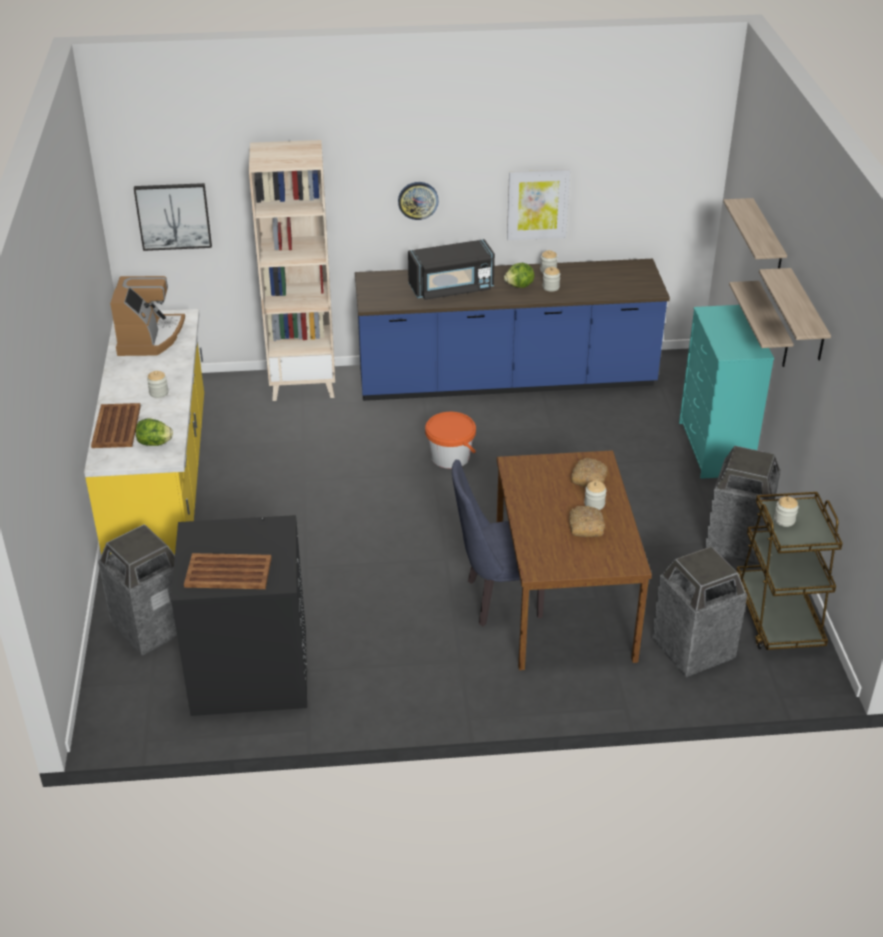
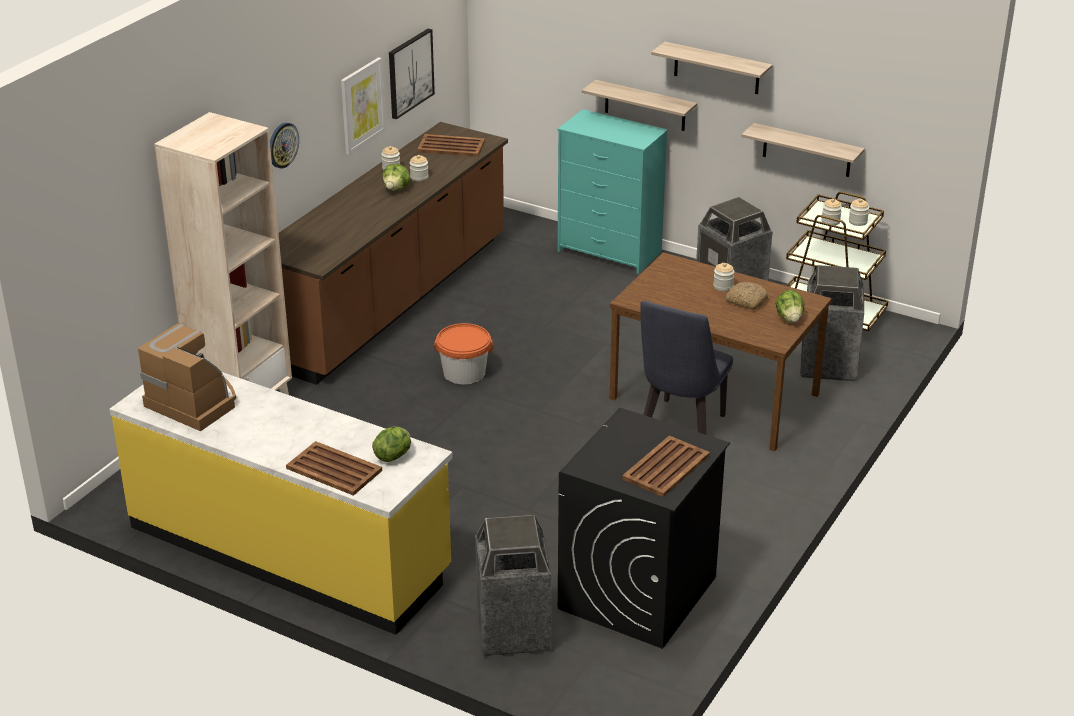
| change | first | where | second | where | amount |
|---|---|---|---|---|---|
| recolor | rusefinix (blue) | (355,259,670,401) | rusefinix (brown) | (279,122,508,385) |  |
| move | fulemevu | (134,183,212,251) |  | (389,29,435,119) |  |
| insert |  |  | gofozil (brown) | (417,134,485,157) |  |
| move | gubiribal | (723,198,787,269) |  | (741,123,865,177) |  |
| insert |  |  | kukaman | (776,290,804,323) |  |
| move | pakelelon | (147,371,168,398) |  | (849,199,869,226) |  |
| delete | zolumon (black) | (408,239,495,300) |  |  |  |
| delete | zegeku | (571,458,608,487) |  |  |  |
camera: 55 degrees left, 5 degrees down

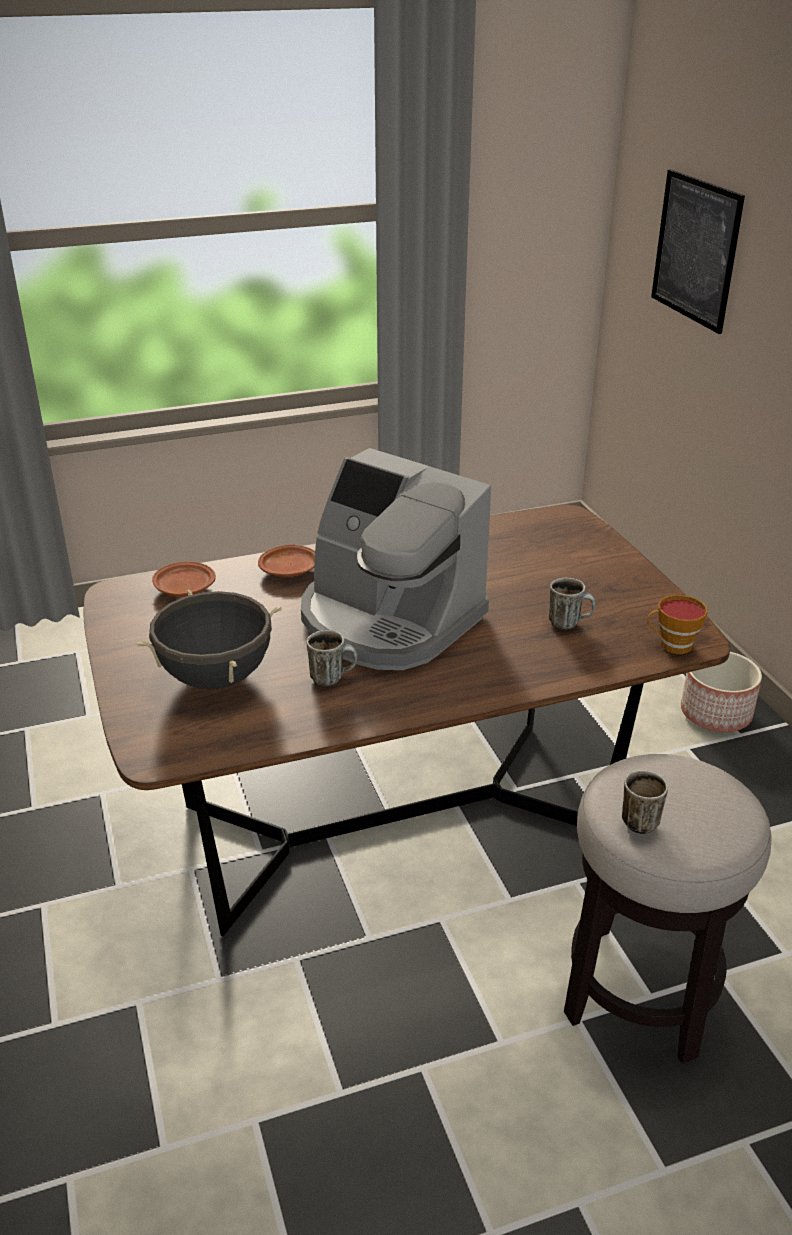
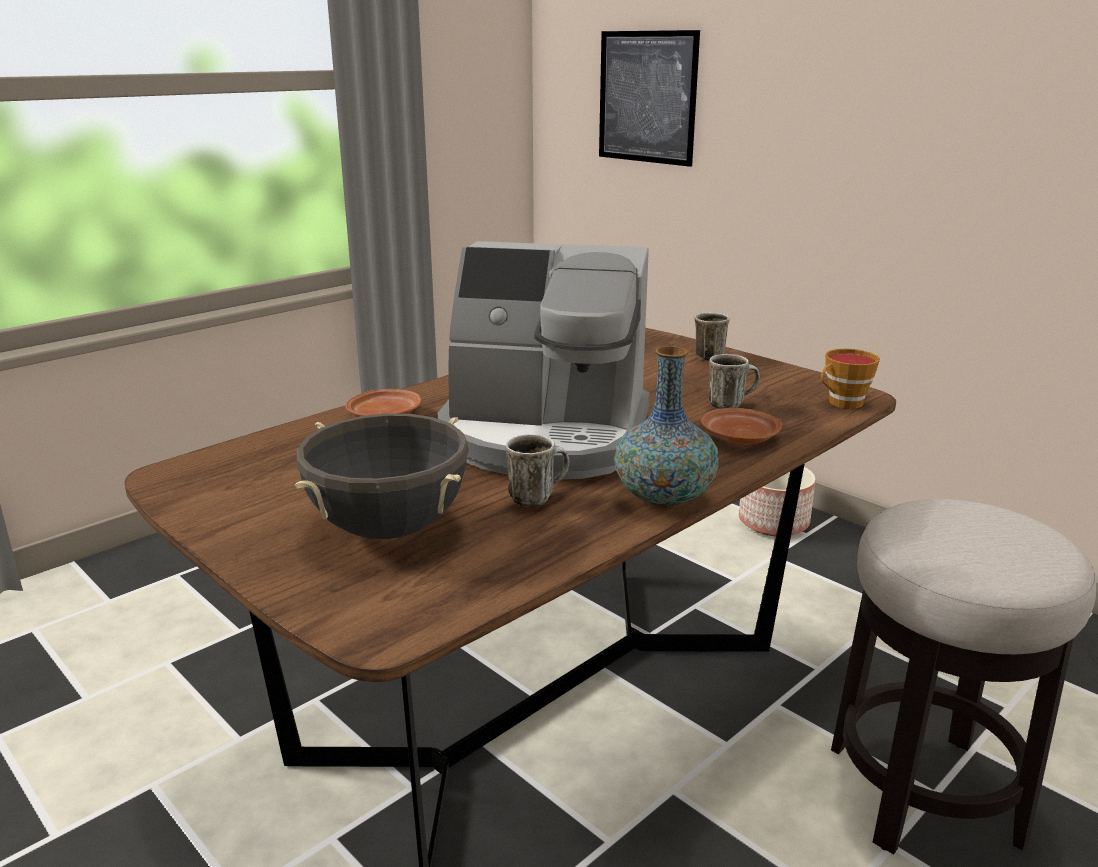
| change | first | where | second | where | amount |
|---|---|---|---|---|---|
| insert |  |  | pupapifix | (614,346,719,508) |  |
| move | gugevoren | (622,770,668,834) |  | (695,313,729,361) |  |
| move | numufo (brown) | (152,562,216,597) |  | (700,408,782,445) |  |
camera: 25 degrees left, 10 degrees down

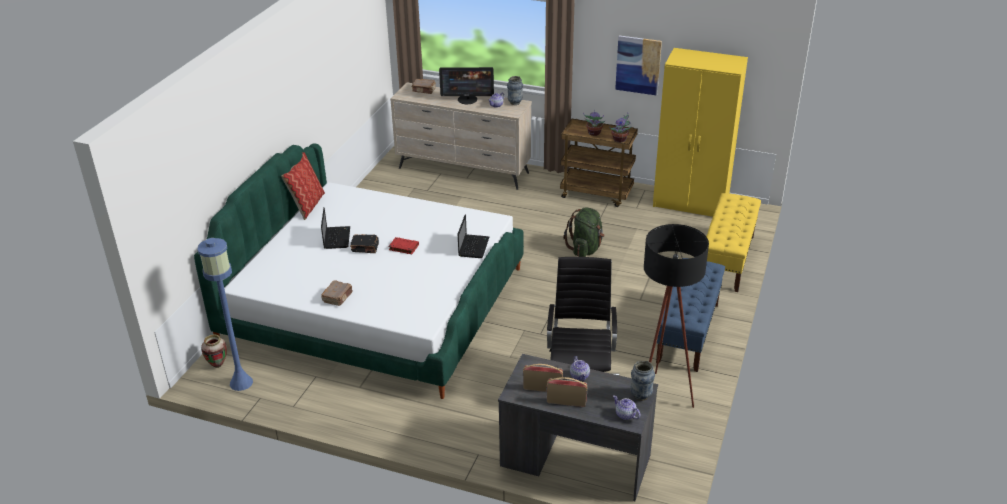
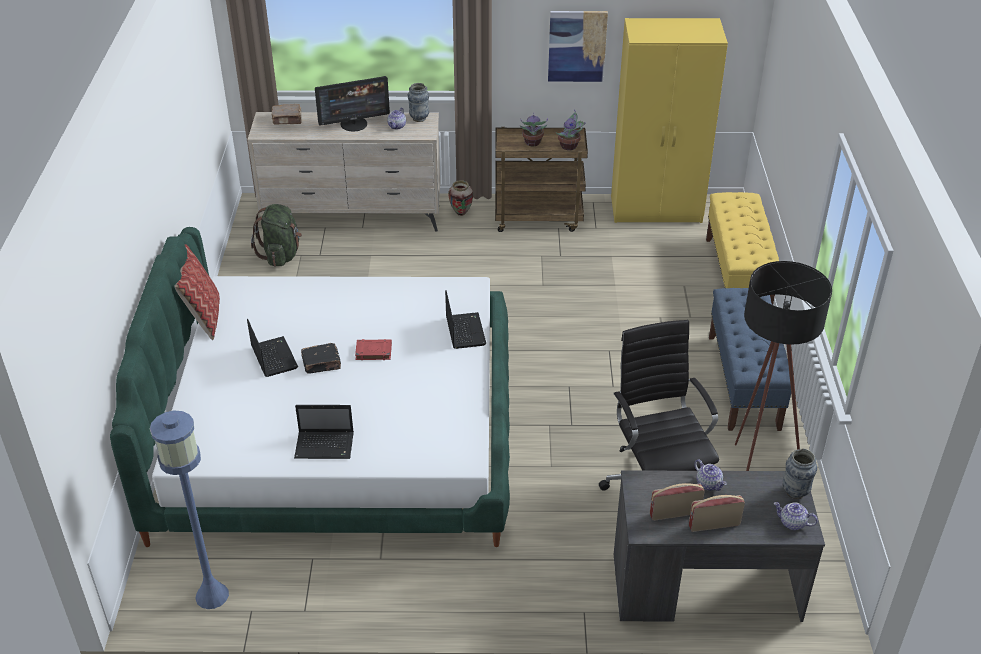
| change | first | where | second | where | amount |
|---|---|---|---|---|---|
| move | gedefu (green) | (563,208,605,257) |  | (251,204,302,267) |  |
| replace | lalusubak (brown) | (321,280,353,306) | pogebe | (294,405,354,459) |  |
| move | pupapifix | (201,335,227,368) |  | (448,180,473,216) |  |
camera: 20 degrees left, 5 degrees up

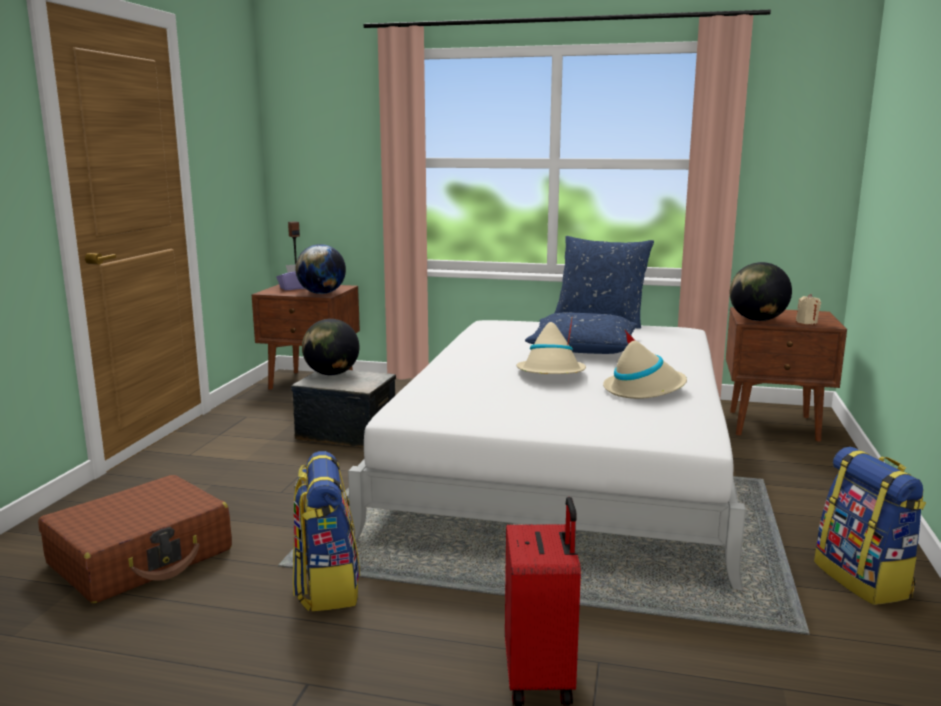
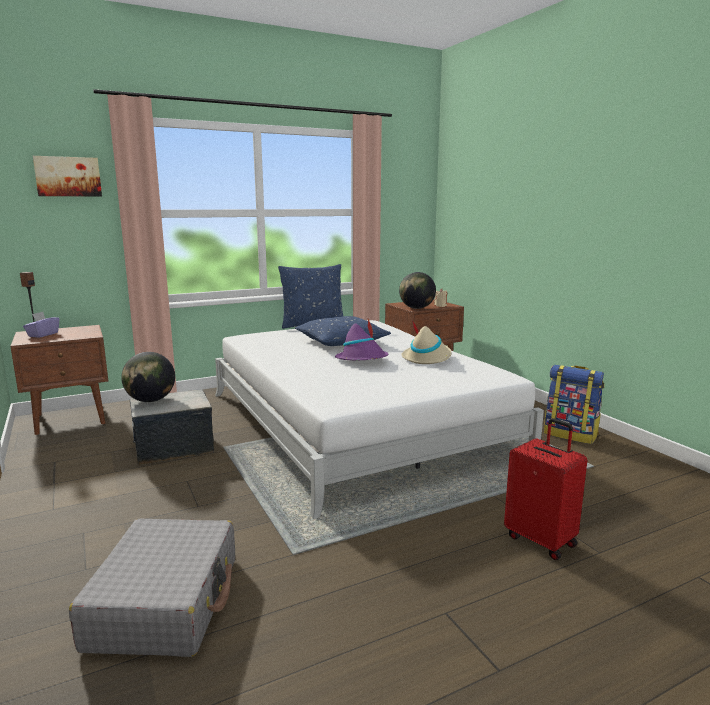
| change | first | where | second | where | amount |
|---|---|---|---|---|---|
| insert |  |  | fulemevu | (33,156,102,197) |  |
| recolor | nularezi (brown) | (38,475,232,603) | nularezi (grey) | (69,519,235,657) |  |
| recolor | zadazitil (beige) | (517,319,586,374) | zadazitil (purple) | (335,319,389,360) |  |
| delete | gedefu | (293,451,360,612) |  |  |  |
| delete | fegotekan | (295,244,346,294) |  |  |  |
camera: 40 degrees left, 0 degrees up

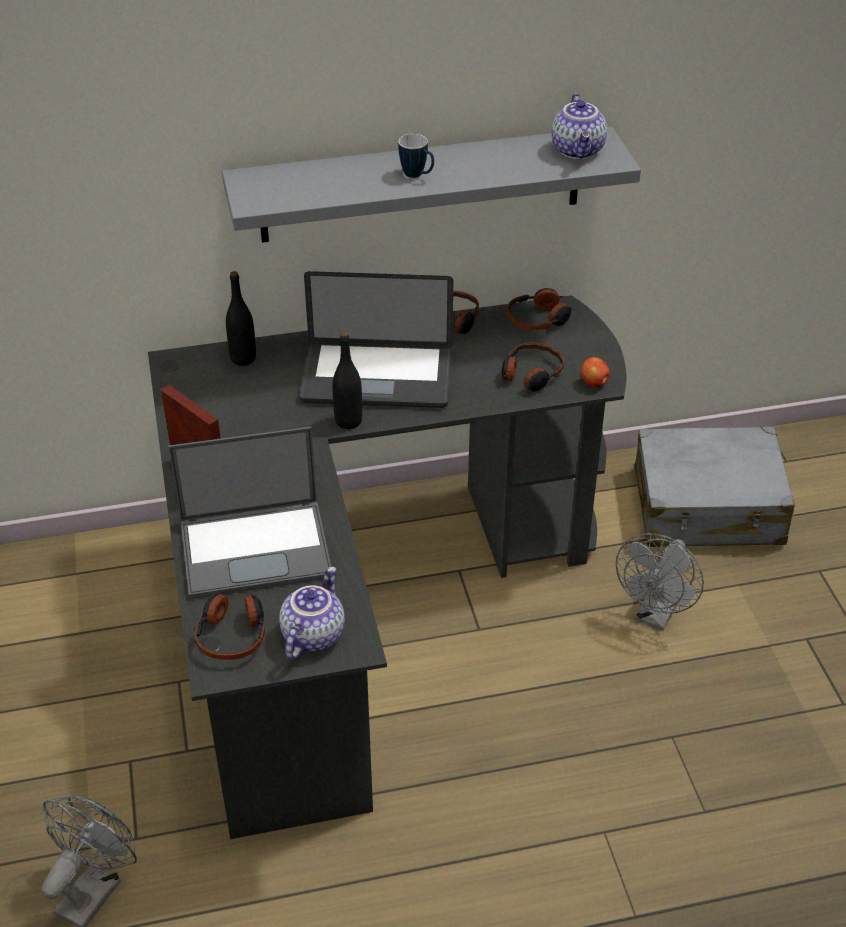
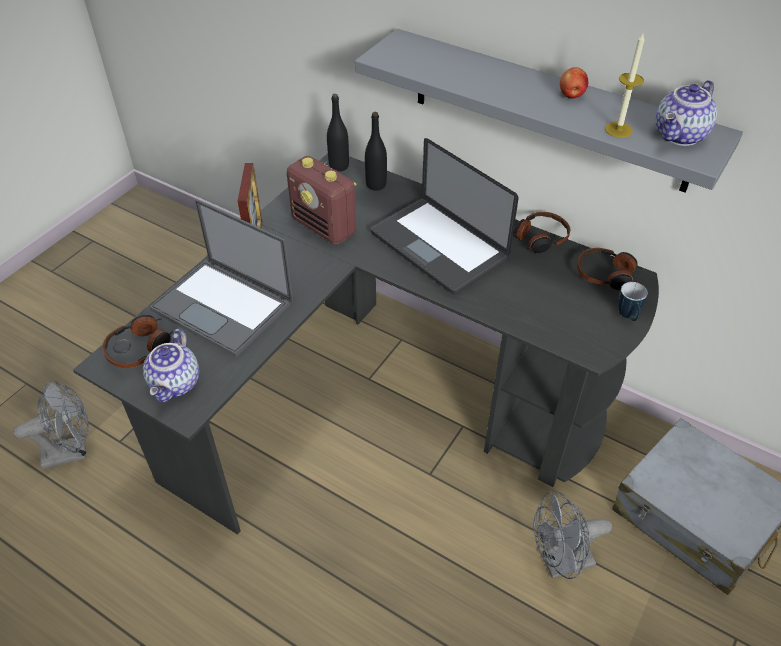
| change | first | where | second | where | amount |
|---|---|---|---|---|---|
| rotate | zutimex | (279,567,345,659) |  | (143,329,199,402) | 120 degrees clockwise |
| insert |  |  | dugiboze | (287,156,356,244) |  |
| move | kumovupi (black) | (332,332,362,429) |  | (327,94,349,172) |  |
| move | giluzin | (580,357,610,387) |  | (560,67,588,99) |  |
| insert |  |  | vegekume | (605,33,645,138) |  |
| move | gugevoren | (398,134,434,178) |  | (618,282,648,321) |  |
| delete | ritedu | (502,343,564,391) |  |  |  |
camera: 45 degrees right, 5 degrees up

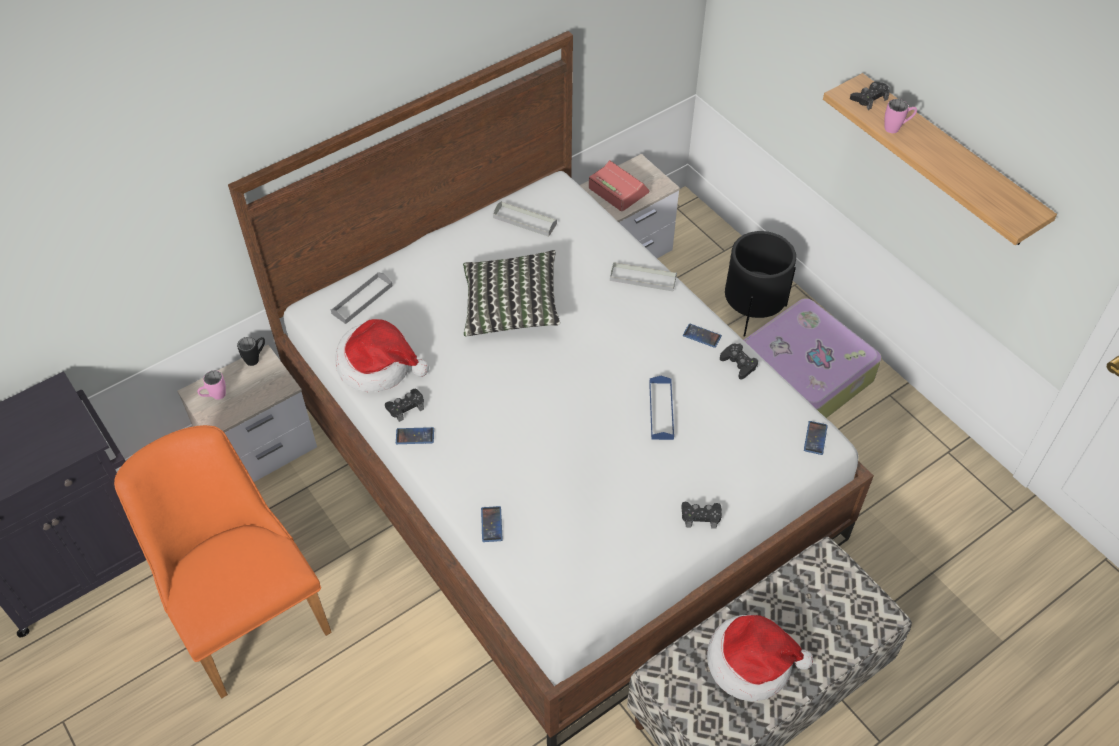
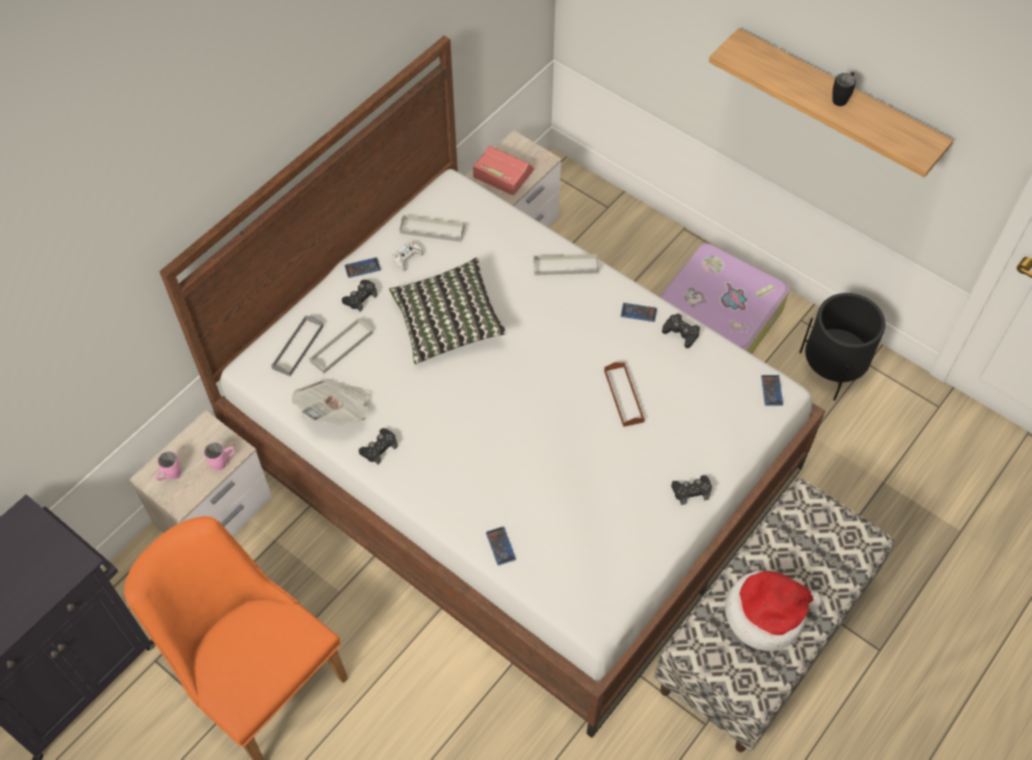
| change | first | where | second | where | amount |
|---|---|---|---|---|---|
| move | gugevoren (pink) | (884,99,917,133) |  | (204,443,235,471) |  |
| replace | zadazitil | (336,319,429,392) | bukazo | (292,379,372,426) |  |
| insert |  |  | gofozil (grey) | (309,318,373,373) |  |
| move | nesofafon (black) | (850,82,890,110) |  | (342,279,378,312) |  |
| move | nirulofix | (396,427,434,444) |  | (345,257,381,278) |  |
| insert |  |  | nesofafon (white) | (393,242,424,271) |  |
| recolor | gofozil (blue) | (649,376,674,440) | gofozil (brown) | (604,362,645,427) |  |
| move | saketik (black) | (725,231,796,337) |  | (799,293,885,401) |  |
| move | gugevoren (black) | (237,337,265,366) |  | (832,72,856,106) |  |
camera: 15 degrees left, 5 degrees up

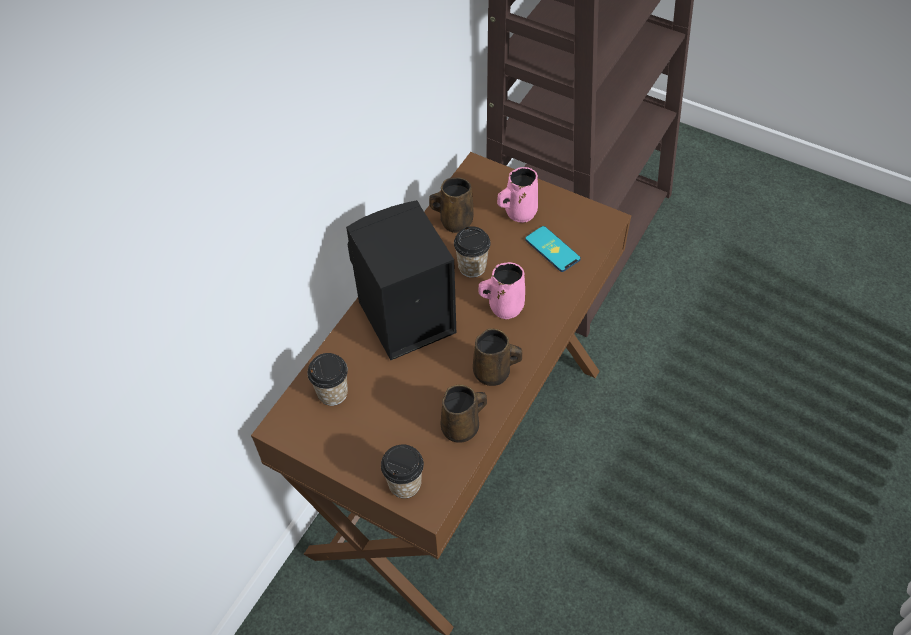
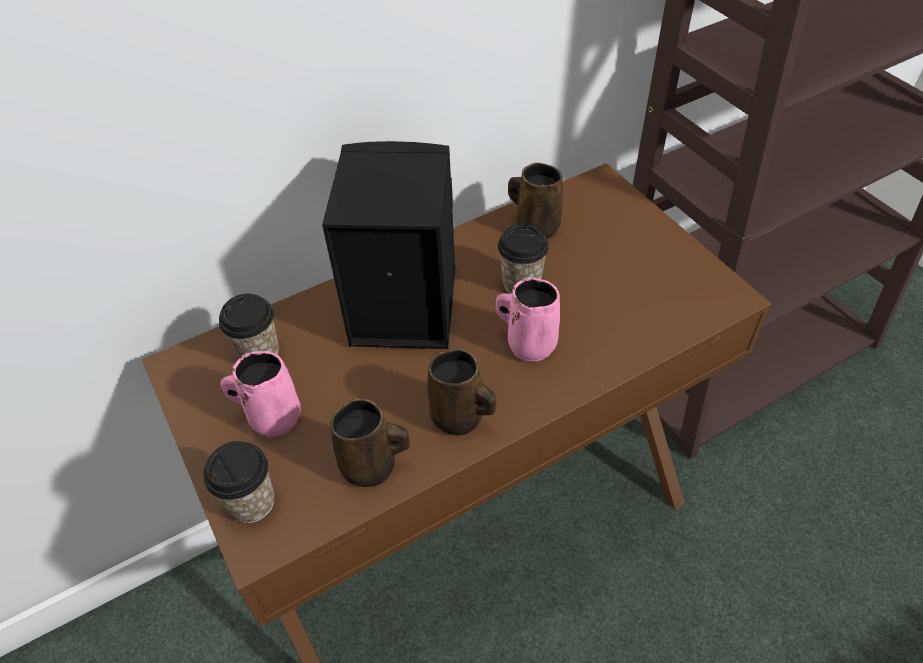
| change | first | where | second | where | amount |
|---|---|---|---|---|---|
| move | gugevoren (pink) | (497,167,538,223) |  | (220,351,301,438) |  |
| delete | nirulofix | (525,226,581,272) |  |  |  |
camera: 30 degrees right, 5 degrees down

